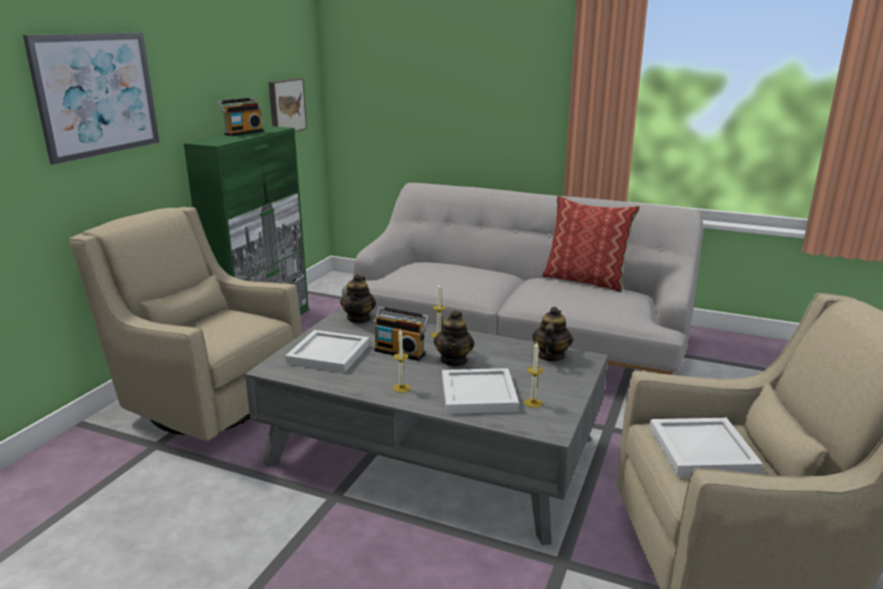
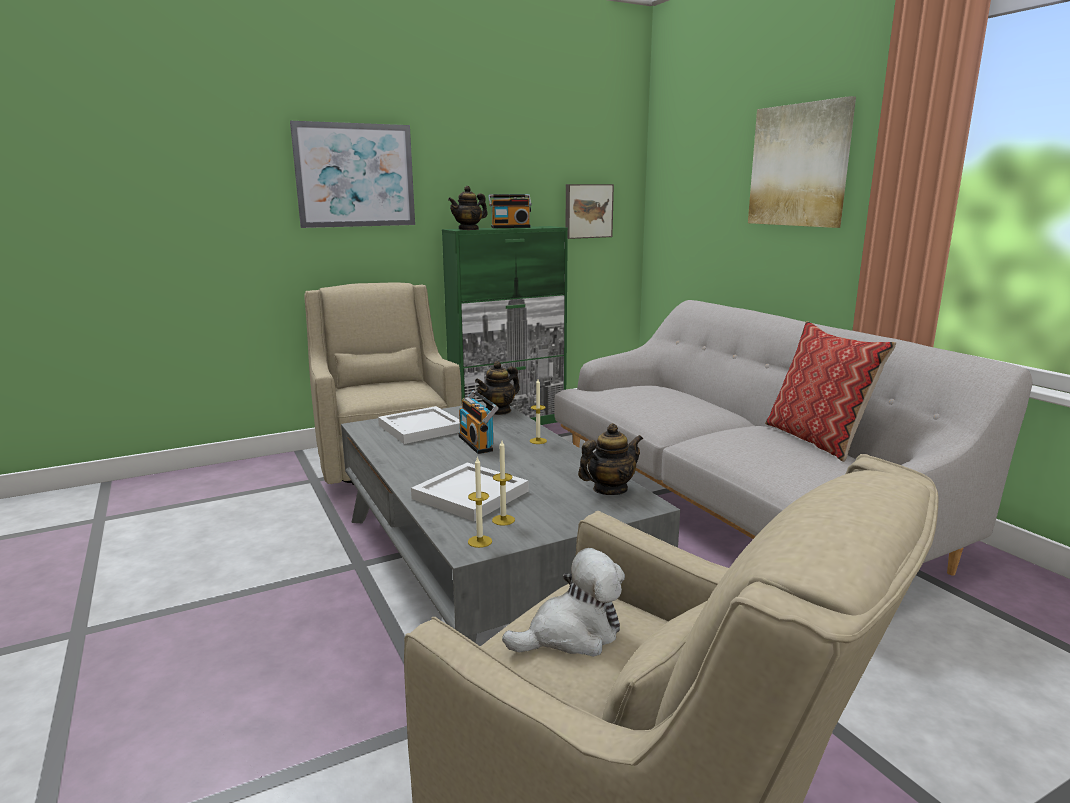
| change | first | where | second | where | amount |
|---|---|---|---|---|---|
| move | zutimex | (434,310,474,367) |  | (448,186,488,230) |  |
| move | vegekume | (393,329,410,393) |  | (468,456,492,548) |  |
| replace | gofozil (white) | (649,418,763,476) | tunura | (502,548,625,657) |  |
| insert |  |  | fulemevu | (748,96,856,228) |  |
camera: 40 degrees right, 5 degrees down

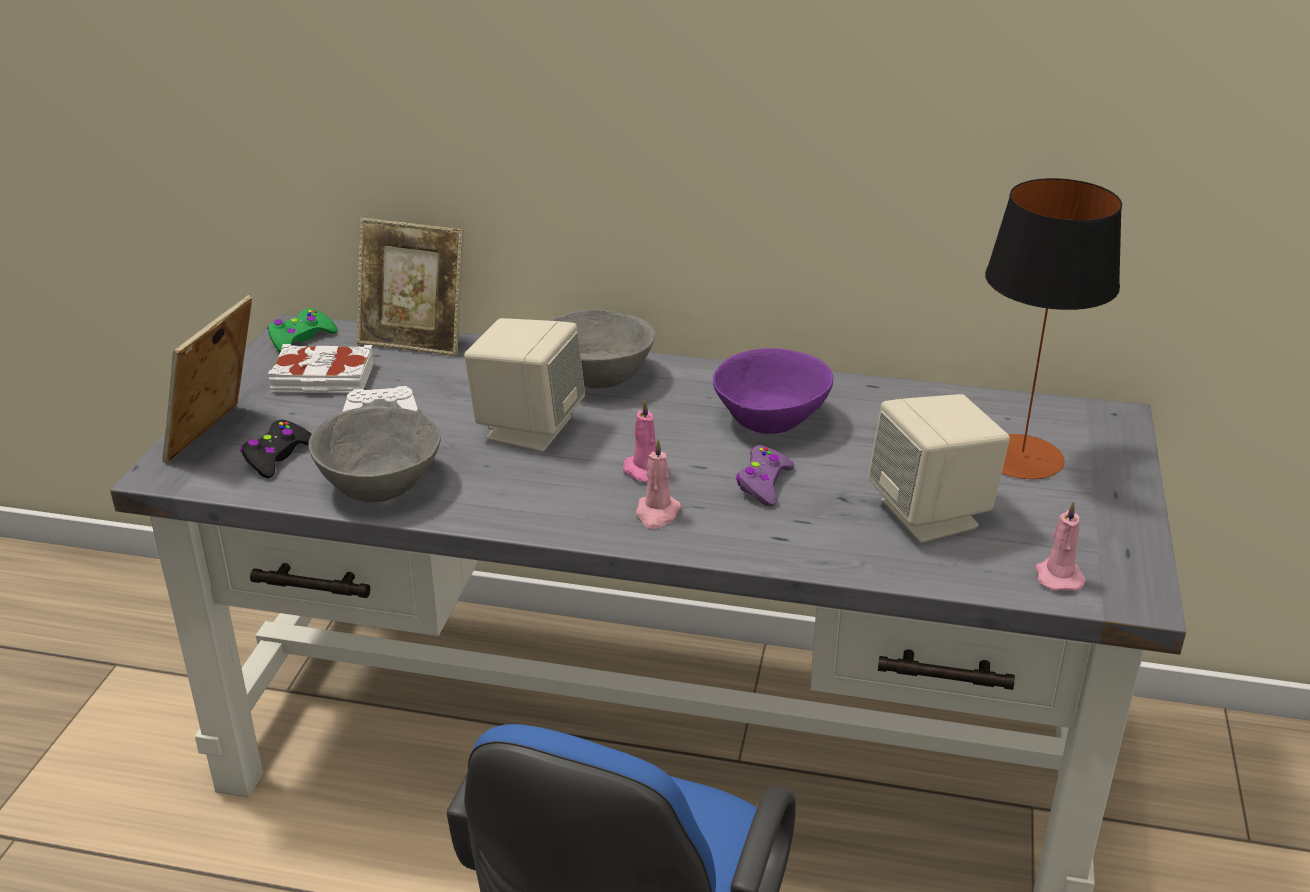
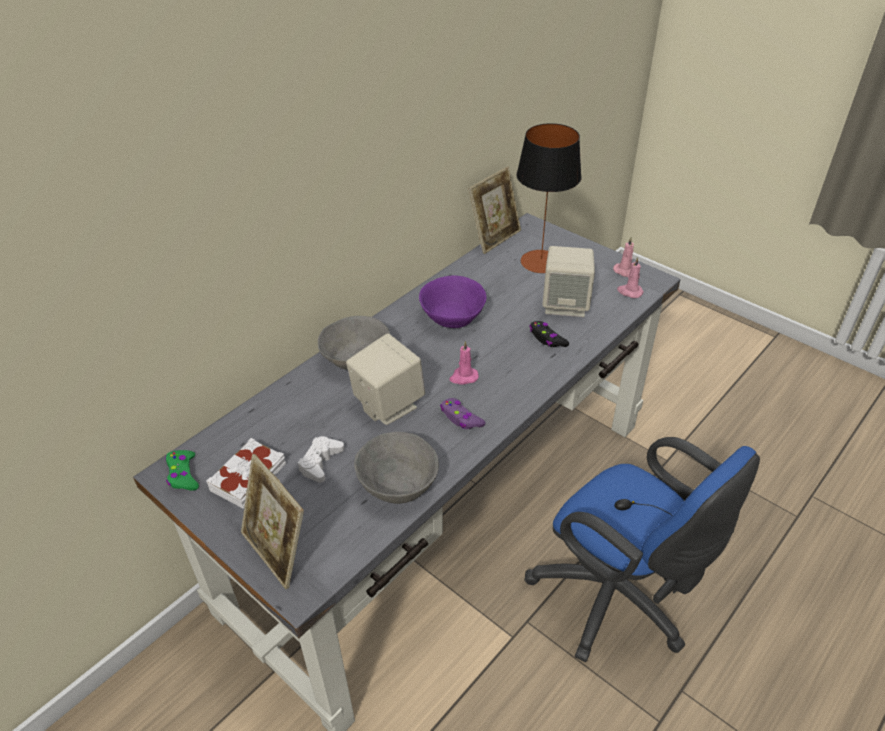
| change | first | where | second | where | amount |
|---|---|---|---|---|---|
| move | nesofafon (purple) | (736,445,795,507) |  | (440,398,486,429) |  |
| move | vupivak | (357,218,464,356) |  | (468,167,521,254) |  |
| move | nesofafon (black) | (240,420,312,478) |  | (529,321,569,347) |  |
| move | vegekume (pink) | (636,439,682,529) |  | (613,237,634,277) |  |
camera: 60 degrees left, 10 degrees up

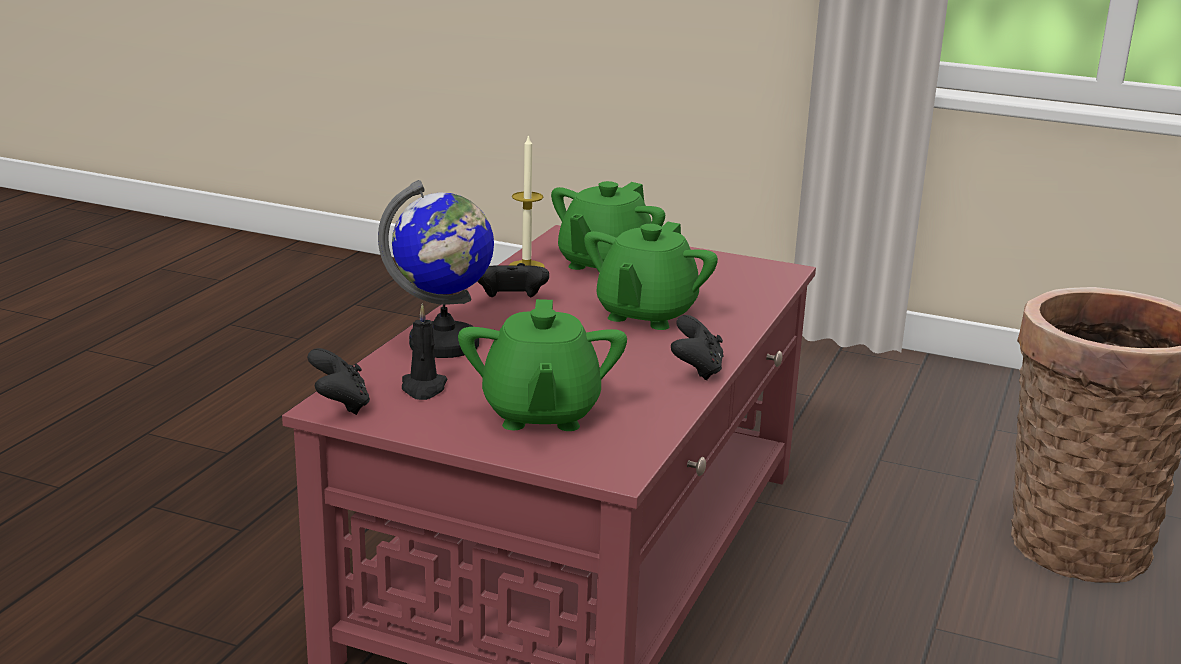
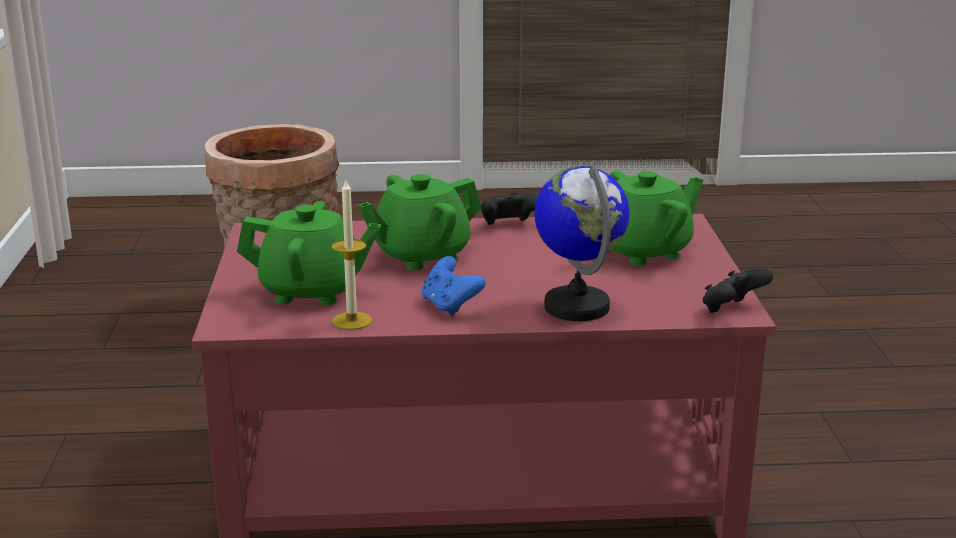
| change | first | where | second | where | amount |
|---|---|---|---|---|---|
| rotate | zutimex (green) | (584,221,718,330) |  | (358,174,481,271) | 150 degrees clockwise |
| recolor | nesofafon (black) | (477,263,549,297) | nesofafon (blue) | (422,256,486,316) |  |
| delete | vegekume (black) | (402,304,447,400) |  |  |  |
camera: 115 degrees left, 0 degrees up

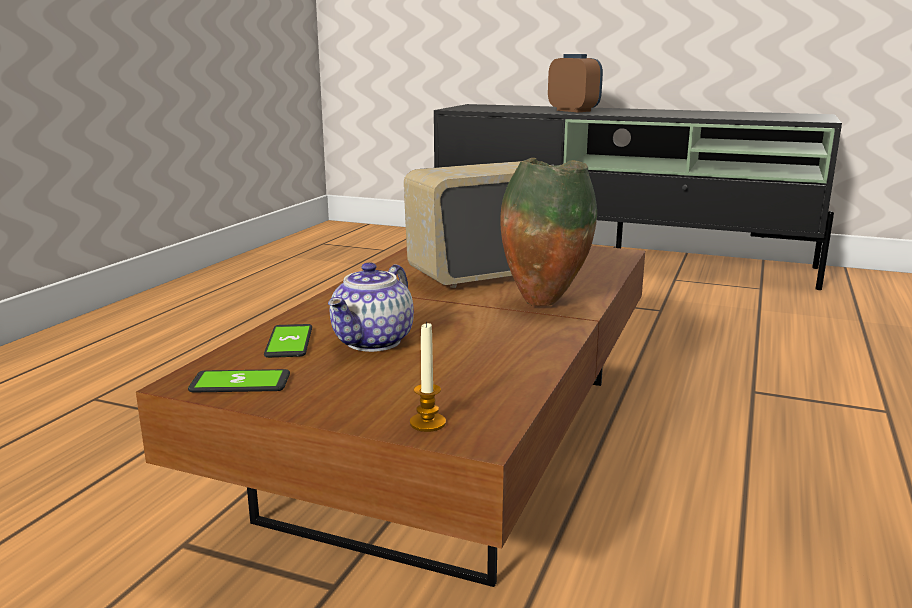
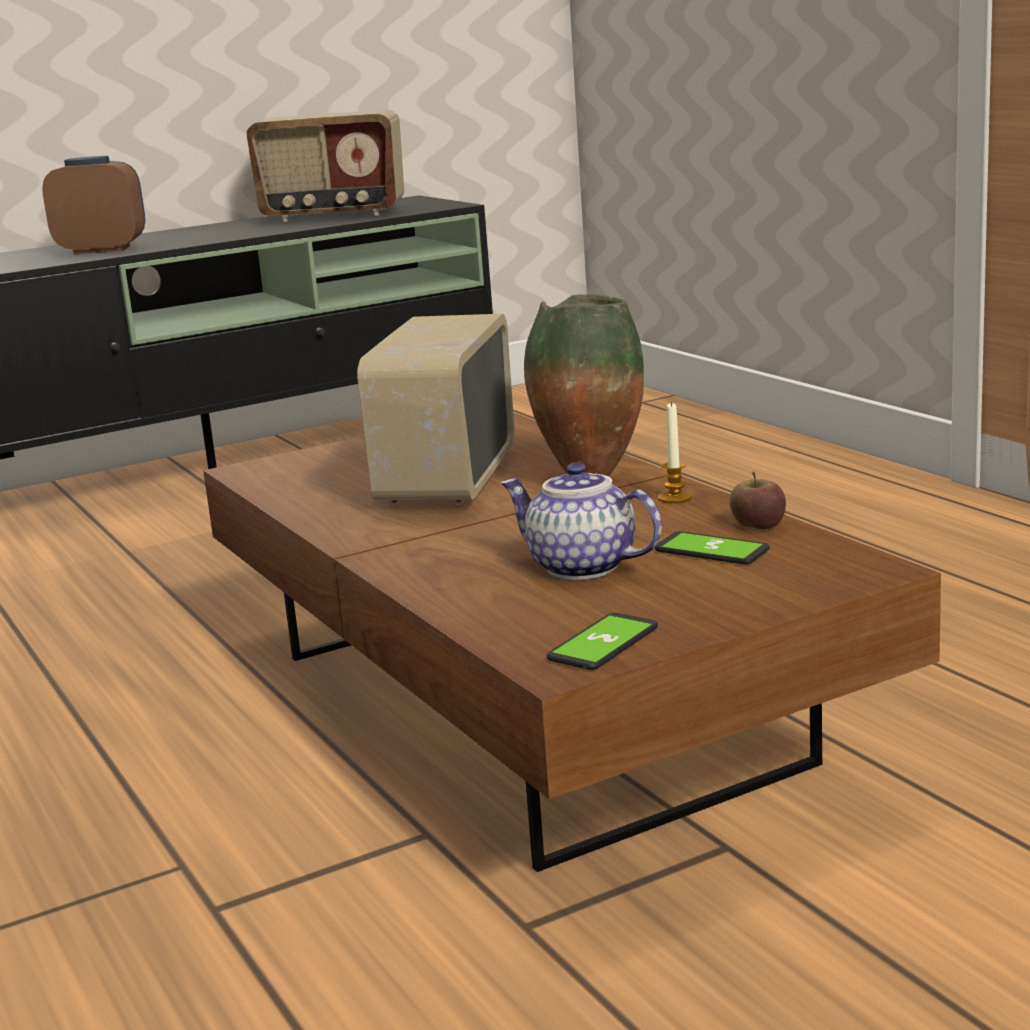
| change | first | where | second | where | amount |
|---|---|---|---|---|---|
| insert |  |  | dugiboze | (246,110,404,222) |  |
| rotate | zutimex | (328,262,414,352) |  | (500,462,662,580) | 150 degrees clockwise |
| move | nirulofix | (264,324,312,358) |  | (655,531,770,564) |  |
| move | vegekume | (410,321,446,432) |  | (658,401,692,504) |  |
| insert |  |  | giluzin | (730,472,786,530) |  |
camera: 50 degrees left, 0 degrees up

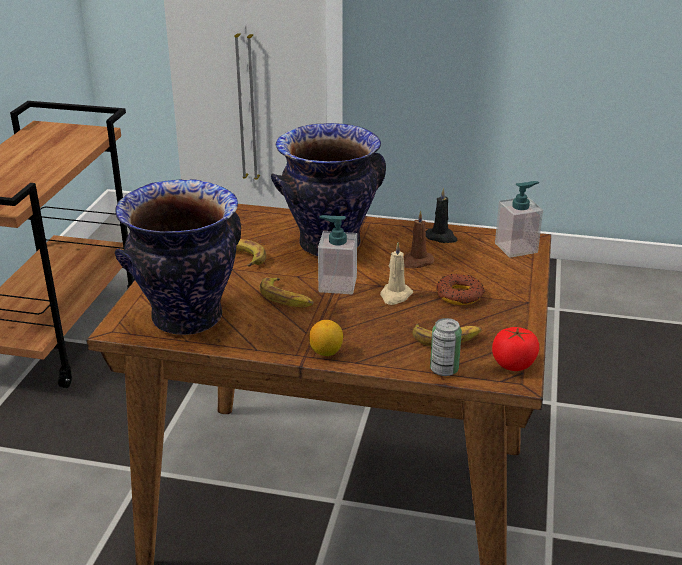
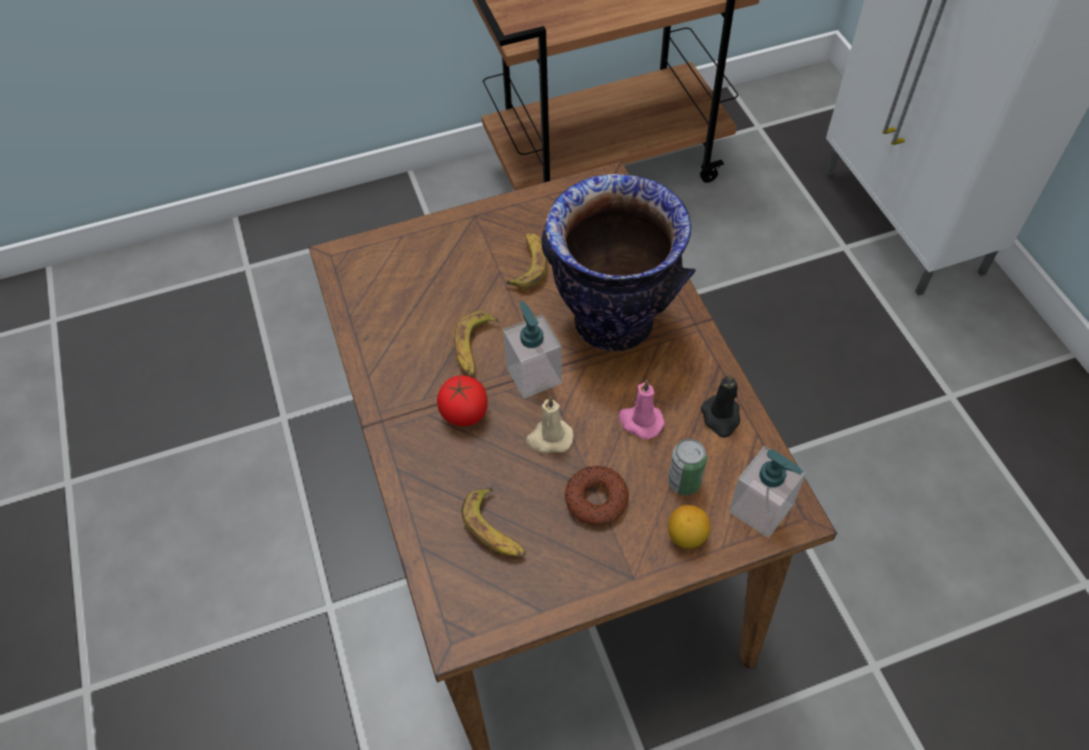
| change | first | where | second | where | amount |
|---|---|---|---|---|---|
| move | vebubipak | (492,327,539,371) |  | (437,375,488,426) |  |
| recolor | vegekume (brown) | (404,211,434,268) | vegekume (pink) | (619,380,665,439) |  |
| move | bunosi | (430,318,462,376) |  | (668,439,707,495) |  |
| move | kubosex | (309,320,343,356) |  | (668,505,710,549) |  |
| delete | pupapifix | (115,179,241,335) |  |  |  |
camera: 60 degrees right, 25 degrees up

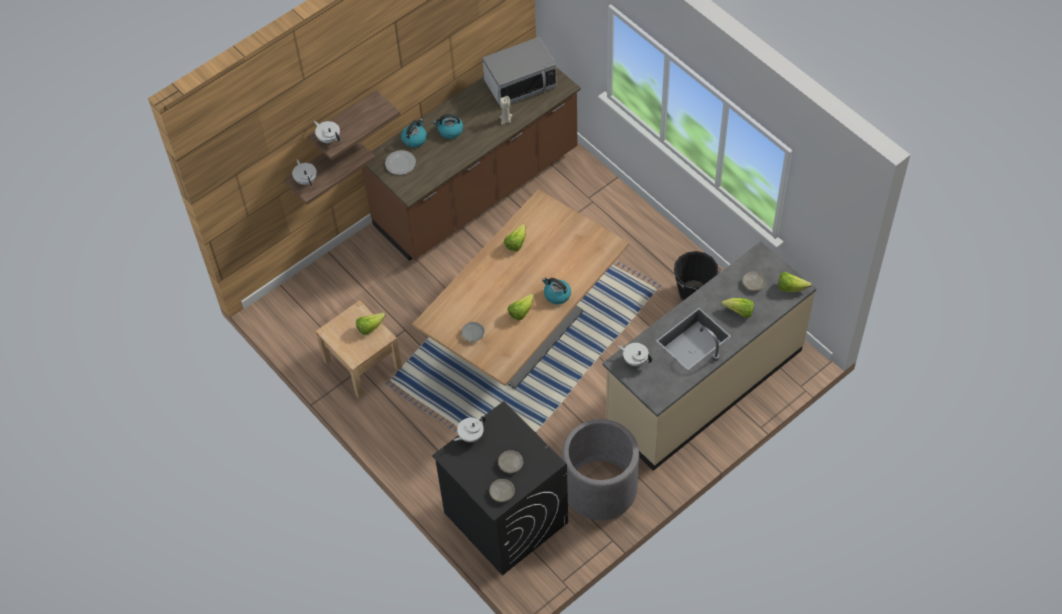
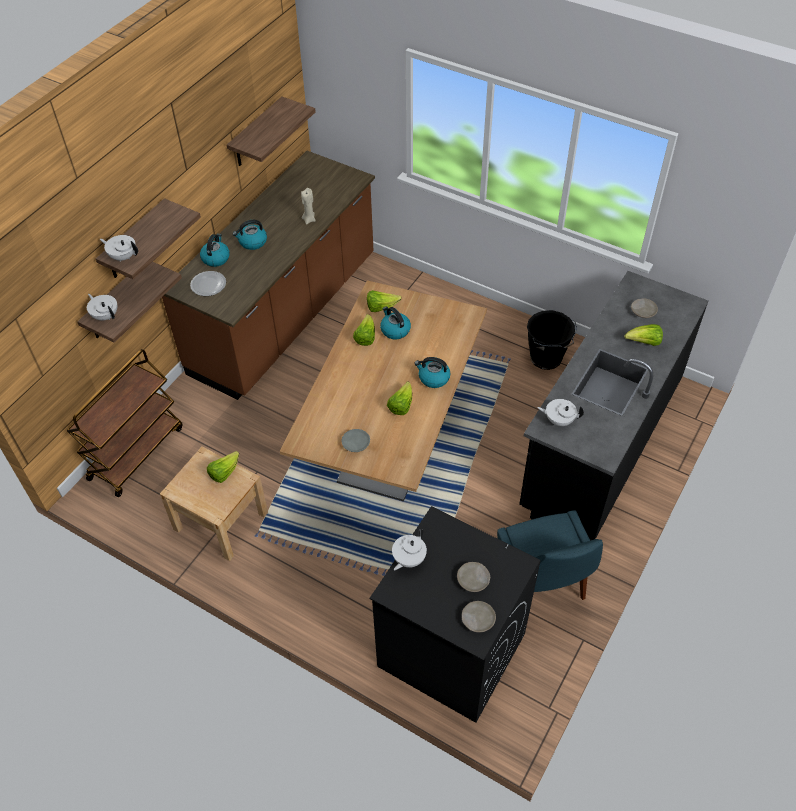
| change | first | where | second | where | amount |
|---|---|---|---|---|---|
| insert |  |  | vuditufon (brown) | (67,349,183,497) |  |
| insert |  |  | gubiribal | (227,96,316,166) |  |
| move | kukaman | (779,272,811,292) |  | (367,290,402,312) |  |
| insert |  |  | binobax | (380,307,411,339) |  |
| replace | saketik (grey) | (562,419,639,521) | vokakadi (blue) | (497,510,603,600) |  |
| recolor | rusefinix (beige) | (602,241,816,471) | rusefinix (black) | (519,271,708,540) |  |
| delete | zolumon | (482,37,557,106) |  |  |  |
camera: 20 degrees left, 5 degrees down

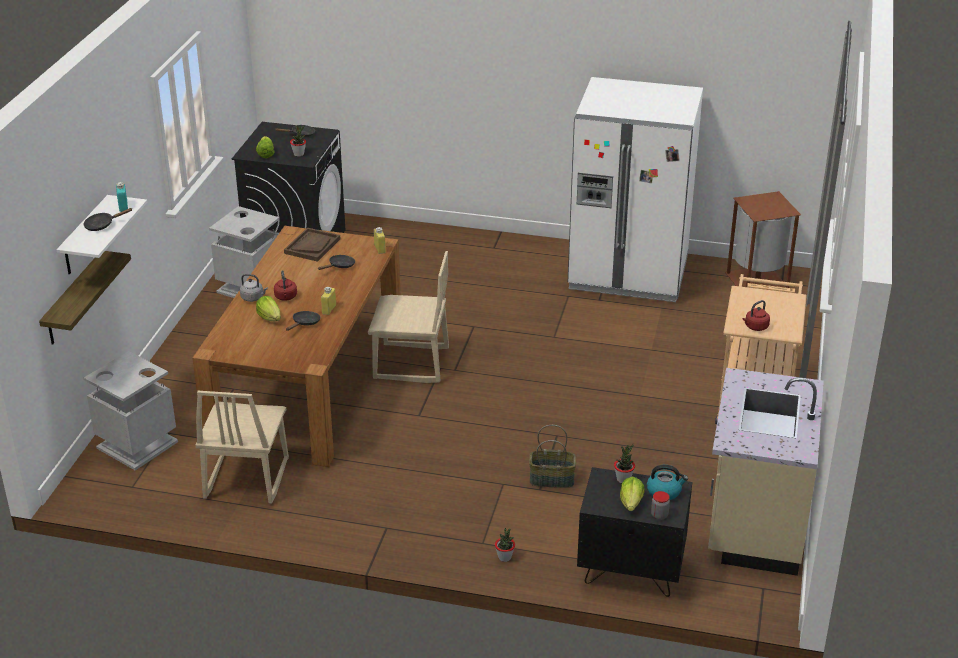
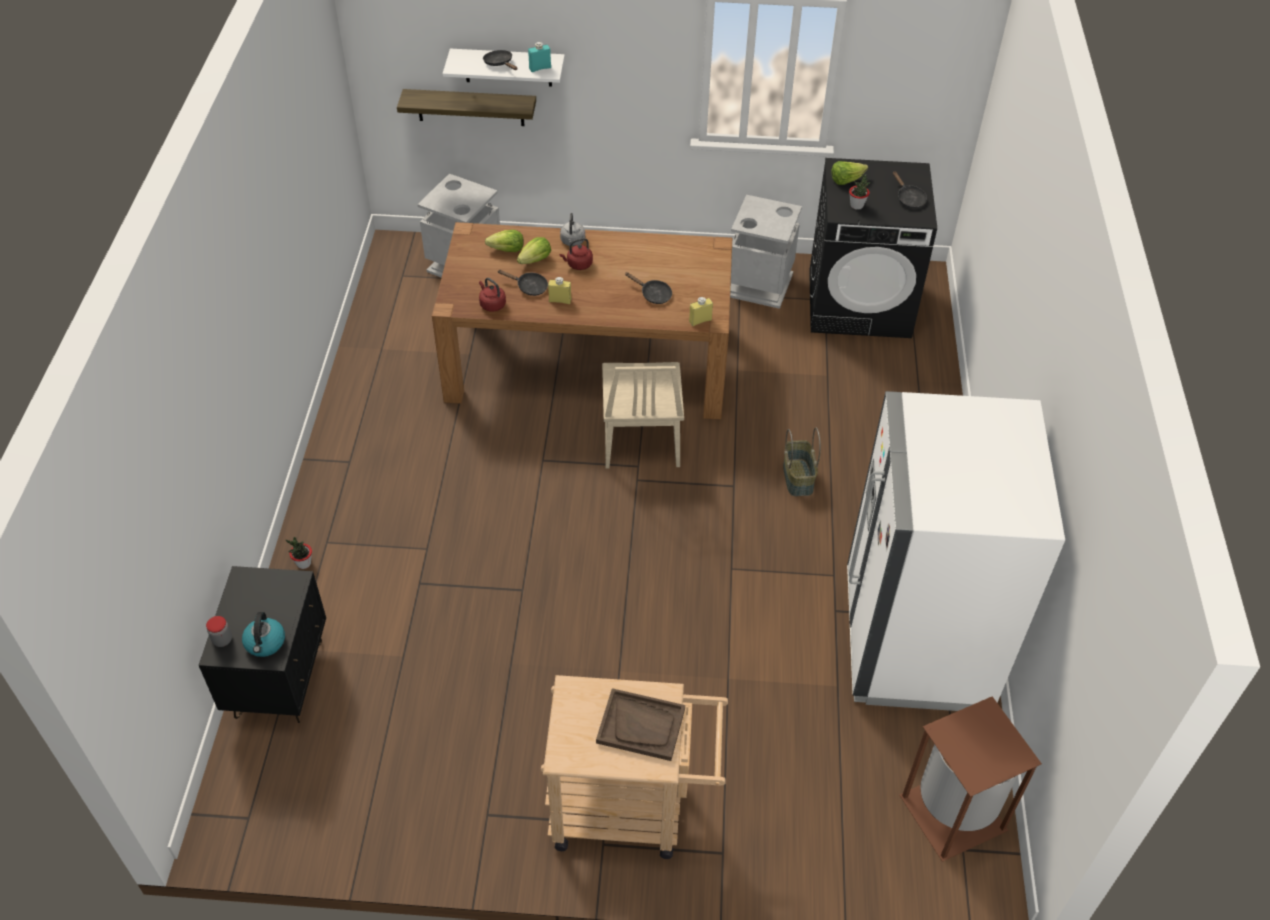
| change | first | where | second | where | amount |
|---|---|---|---|---|---|
| move | binobax (red) | (743,300,770,331) |  | (479,278,506,312) |  |
| move | kukaman | (620,477,645,511) |  | (485,230,524,252) |  |
| move | gofozil (brown) | (284,228,341,262) |  | (596,688,685,761) |  |
| move | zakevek | (529,425,576,488) |  | (783,427,821,496) |  |
| delete | vokakadi (beige) | (196,391,289,503) |  |  |  |
| delete | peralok | (614,444,635,483) |  |  |  |
| delete | rusefinix (beige) | (708,368,824,576) |  |  |  |
camera: 80 degrees right, 15 degrees up

